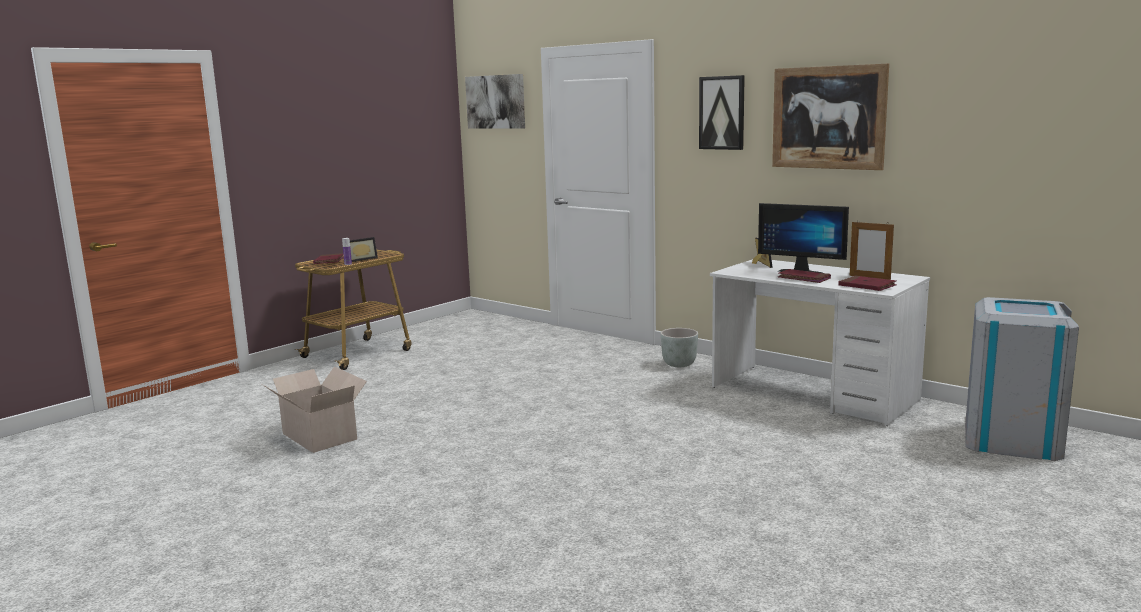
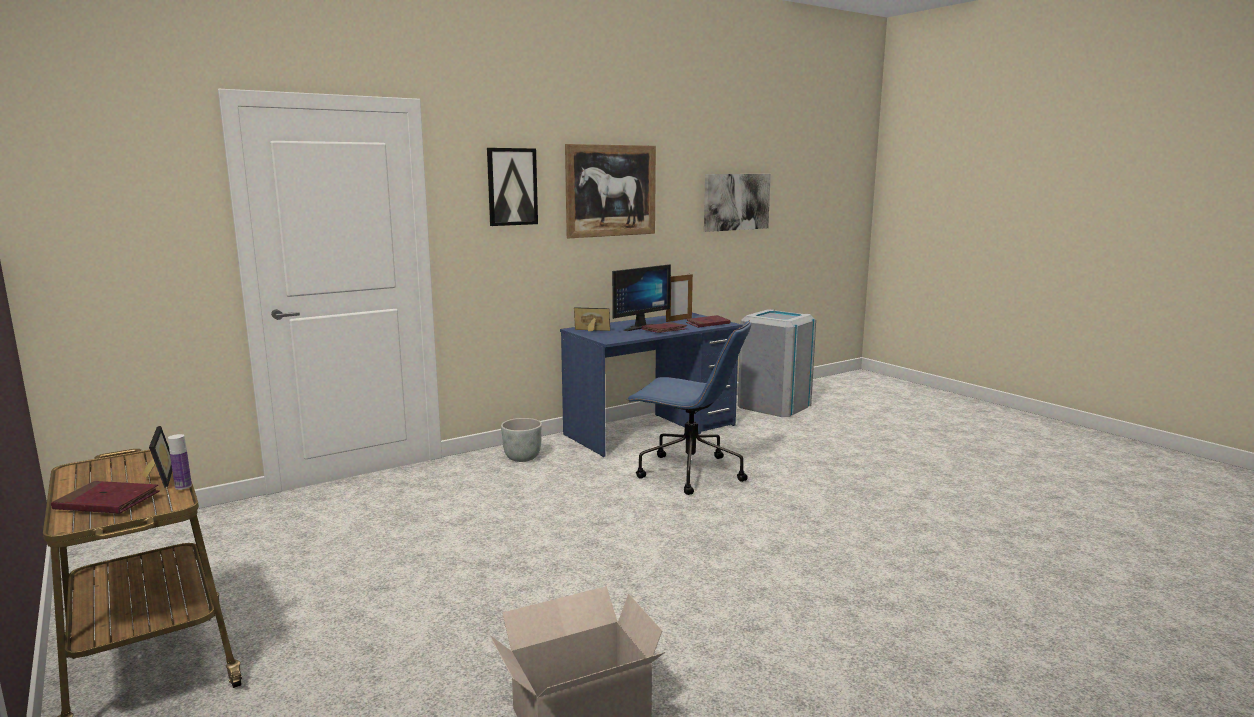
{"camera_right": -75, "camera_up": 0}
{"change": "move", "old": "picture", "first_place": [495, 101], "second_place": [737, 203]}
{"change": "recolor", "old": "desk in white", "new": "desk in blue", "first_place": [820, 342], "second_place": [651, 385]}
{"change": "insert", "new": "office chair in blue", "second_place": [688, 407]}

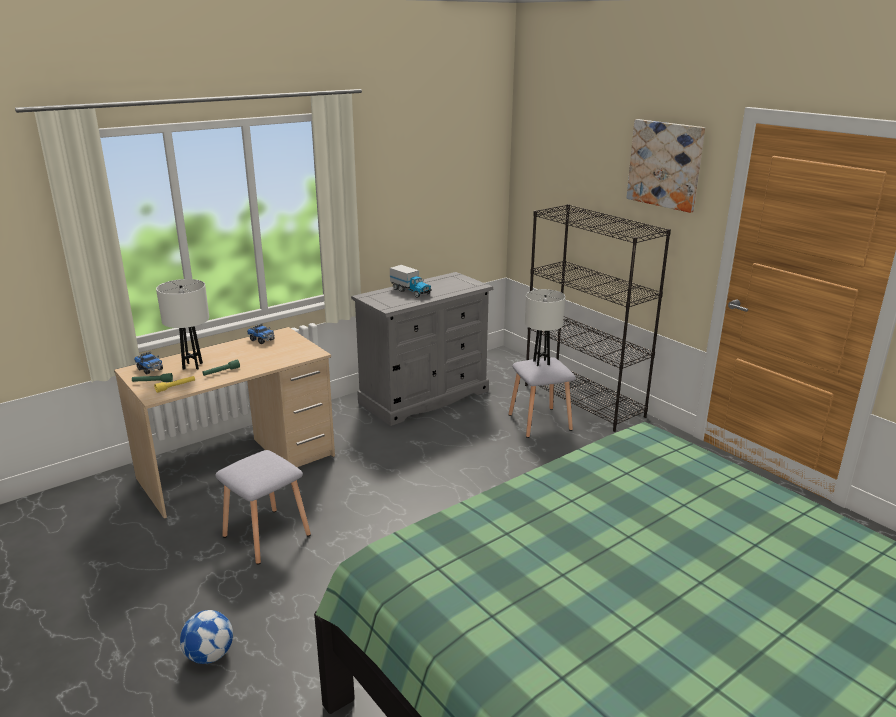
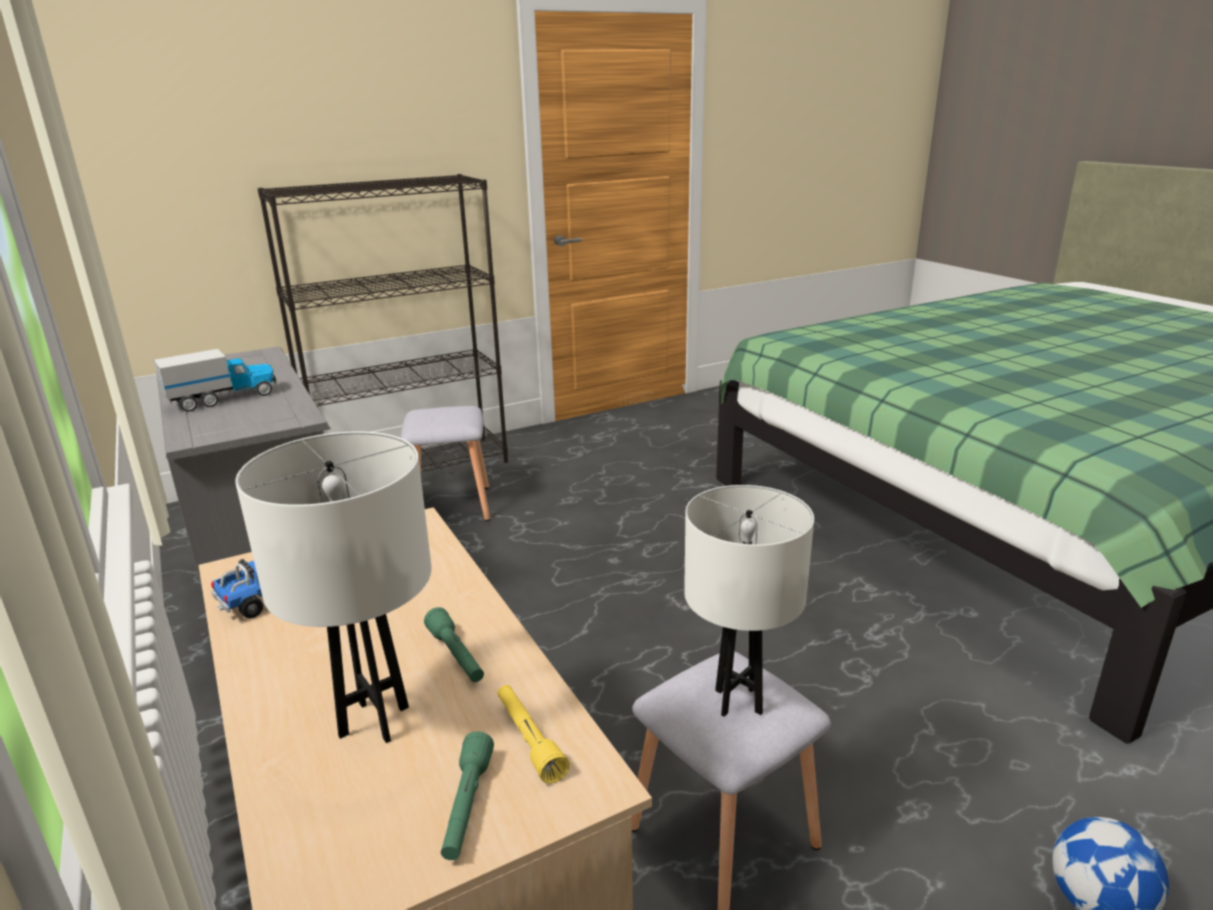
{"camera_right": -80, "camera_up": 0}
{"change": "delete", "old": "picture", "first_place": [666, 166]}
{"change": "move", "old": "table lamp in white", "first_place": [545, 327], "second_place": [749, 601]}
{"change": "delete", "old": "toy truck", "first_place": [148, 363]}

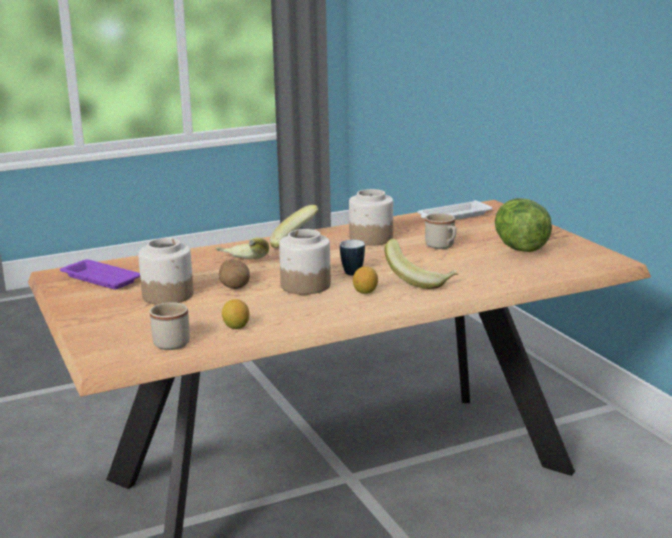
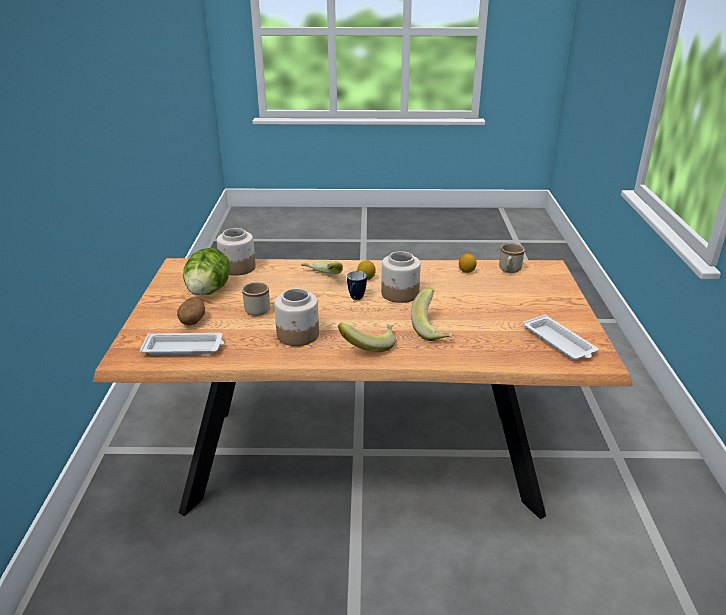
{"camera_right": -155, "camera_up": 10}
{"change": "move", "old": "jar", "first_place": [166, 271], "second_place": [236, 252]}
{"change": "recolor", "old": "tray in purple", "new": "tray in white", "first_place": [100, 274], "second_place": [561, 337]}
{"change": "move", "old": "potato", "first_place": [234, 274], "second_place": [191, 311]}

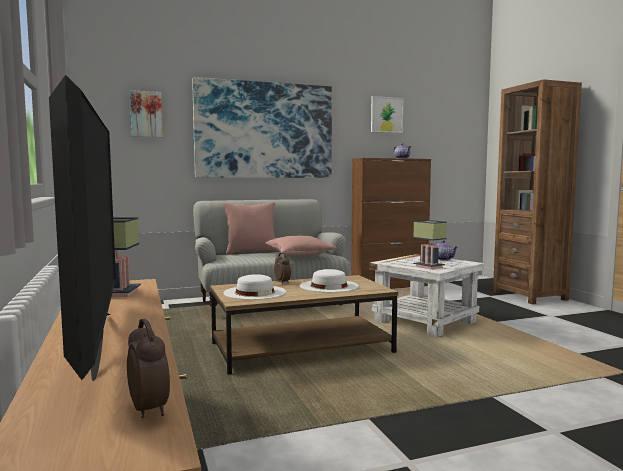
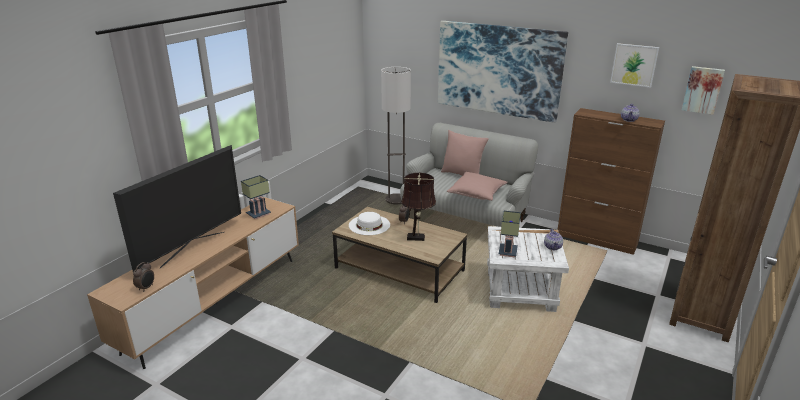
{"camera_right": 50, "camera_up": 20}
{"change": "move", "old": "picture", "first_place": [146, 113], "second_place": [703, 90]}
{"change": "replace", "old": "hat in white", "new": "table lamp in brown", "first_place": [329, 280], "second_place": [418, 207]}
{"change": "insert", "new": "floor lamp", "second_place": [396, 135]}

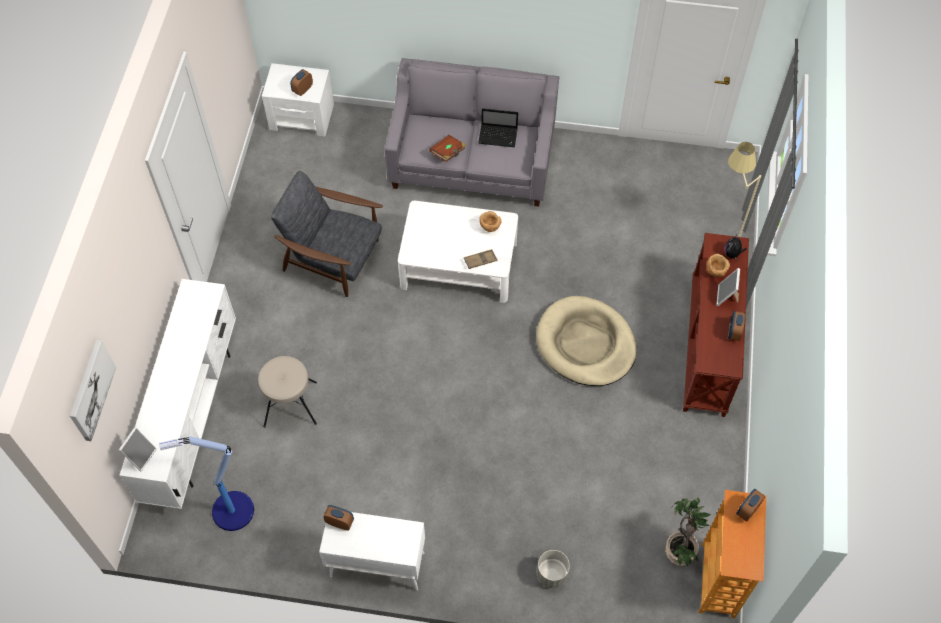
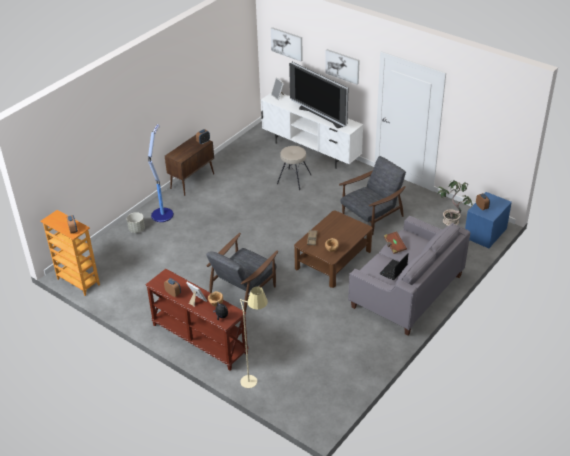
{"camera_right": 120, "camera_up": -20}
{"change": "recolor", "old": "nightstand in white", "new": "nightstand in blue", "first_place": [298, 100], "second_place": [488, 220]}
{"change": "recolor", "old": "coffee table in white", "new": "coffee table in brown", "first_place": [458, 252], "second_place": [333, 249]}
{"change": "replace", "old": "dog bed in beige", "new": "armchair in grey", "first_place": [586, 341], "second_place": [242, 272]}
{"change": "move", "old": "floor lamp", "first_place": [206, 483], "second_place": [161, 173]}
{"change": "move", "old": "potted plant", "first_place": [688, 532], "second_place": [454, 203]}
{"change": "recolor", "old": "cabinet in white", "new": "cabinet in brown", "first_place": [372, 551], "second_place": [189, 165]}
{"change": "insert", "new": "picture", "second_place": [342, 67]}
{"change": "insert", "new": "television", "second_place": [318, 95]}

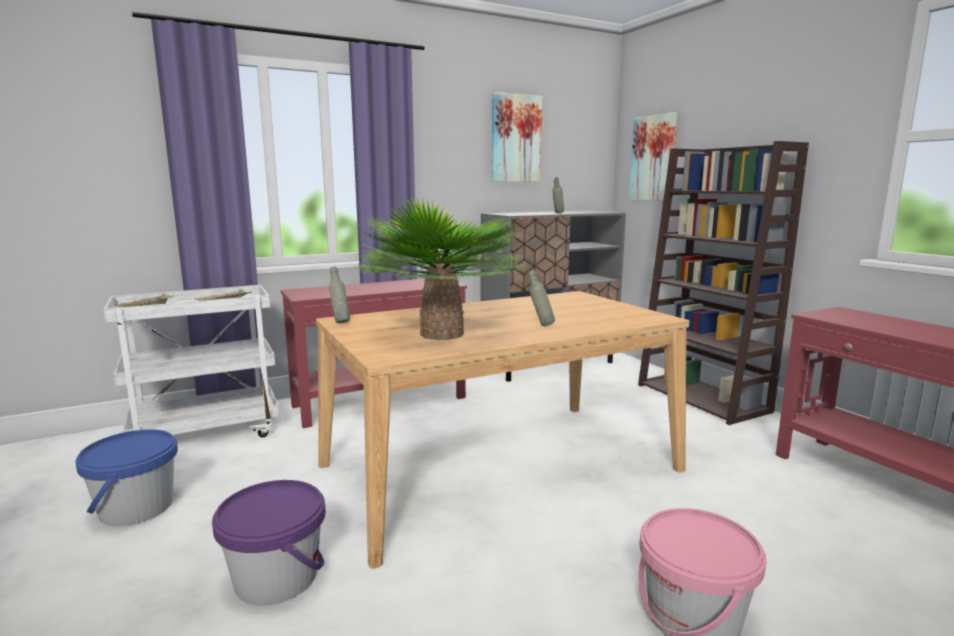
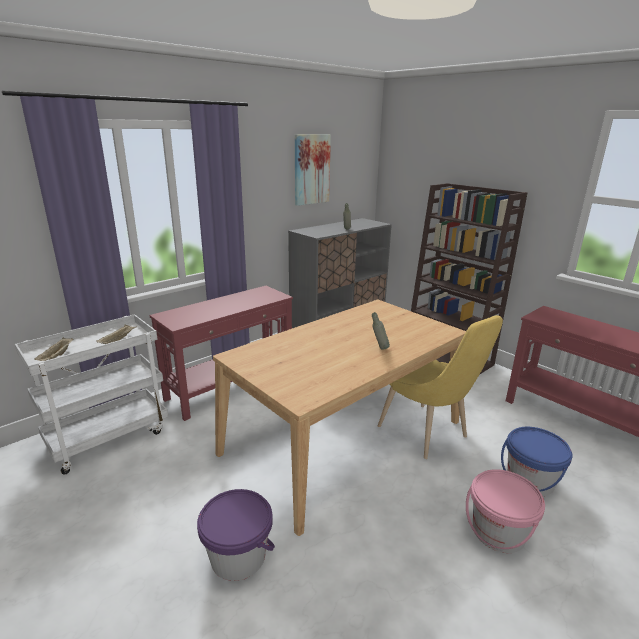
{"camera_right": -15, "camera_up": 10}
{"change": "delete", "old": "picture", "first_place": [653, 156]}
{"change": "delete", "old": "potted plant", "first_place": [440, 268]}
{"change": "delete", "old": "bottle in grey", "first_place": [339, 295]}
{"change": "move", "old": "bucket in blue", "first_place": [126, 477], "second_place": [536, 461]}
{"change": "insert", "new": "chair in yellow", "second_place": [440, 387]}

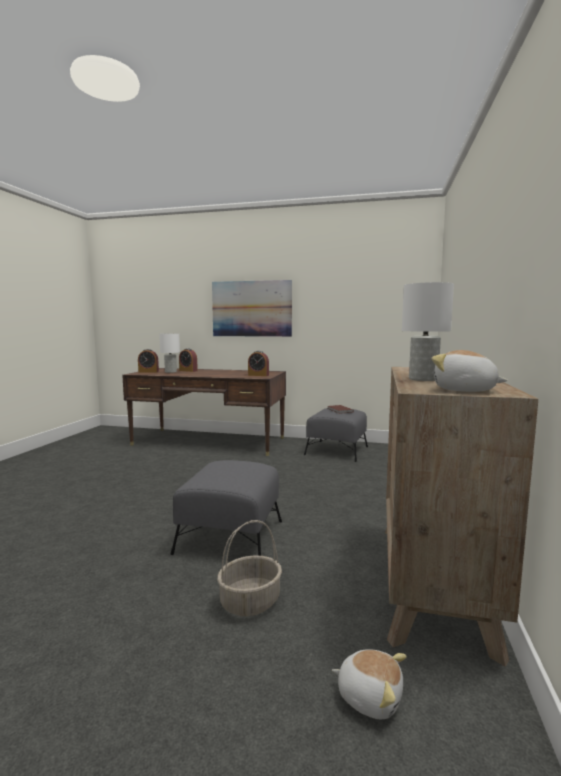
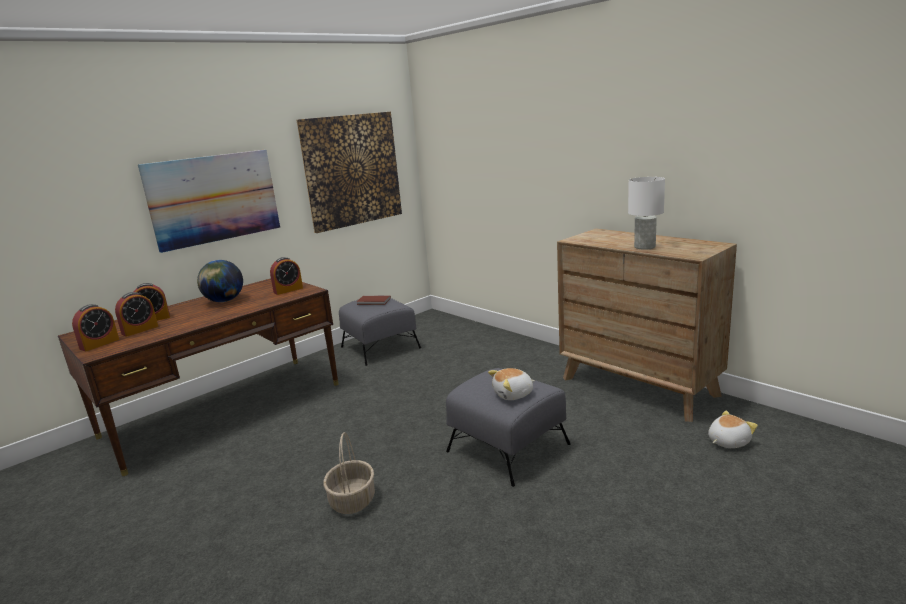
{"camera_right": -55, "camera_up": 10}
{"change": "replace", "old": "table lamp in white", "new": "alarm clock", "first_place": [169, 353], "second_place": [136, 314]}
{"change": "move", "old": "plush toy", "first_place": [470, 371], "second_place": [511, 384]}
{"change": "move", "old": "basket", "first_place": [249, 568], "second_place": [349, 473]}
{"change": "insert", "new": "picture", "second_place": [349, 172]}
{"change": "insert", "new": "globe", "second_place": [220, 281]}

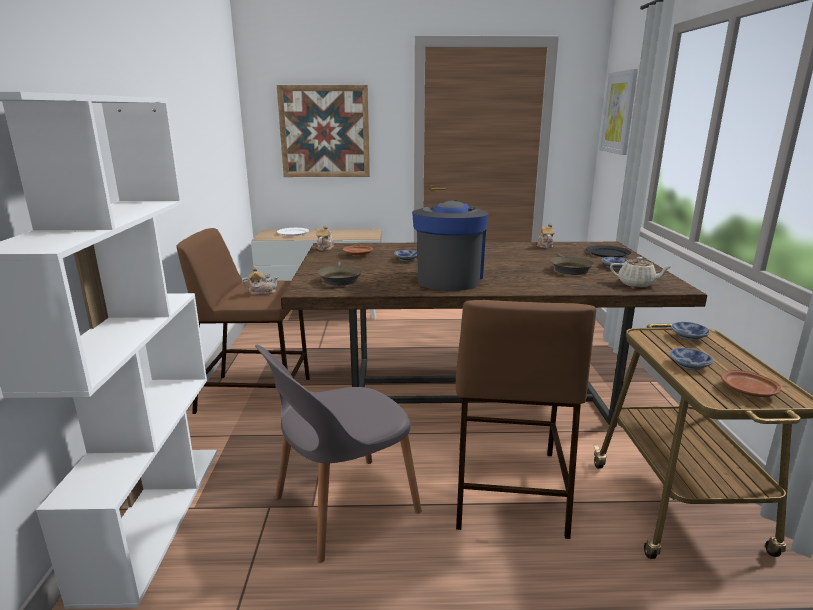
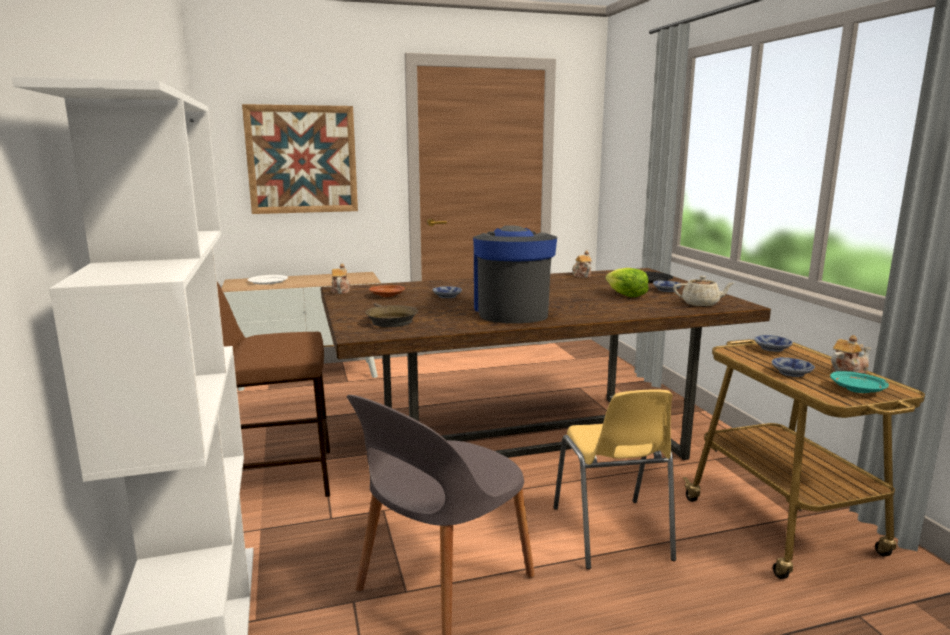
{"camera_right": -15, "camera_up": -5}
{"change": "delete", "old": "picture", "first_place": [619, 112]}
{"change": "replace", "old": "frying pan in brown", "new": "lettuce", "first_place": [572, 264], "second_place": [627, 282]}
{"change": "move", "old": "teapot", "first_place": [260, 281], "second_place": [851, 354]}
{"change": "replace", "old": "stool in brown", "new": "chair in yellow", "first_place": [526, 419], "second_place": [614, 479]}
{"change": "recolor", "old": "plate in brown", "new": "plate in turquoise", "first_place": [751, 383], "second_place": [859, 382]}

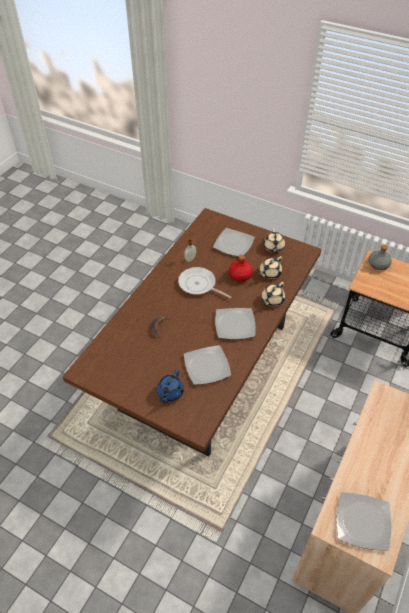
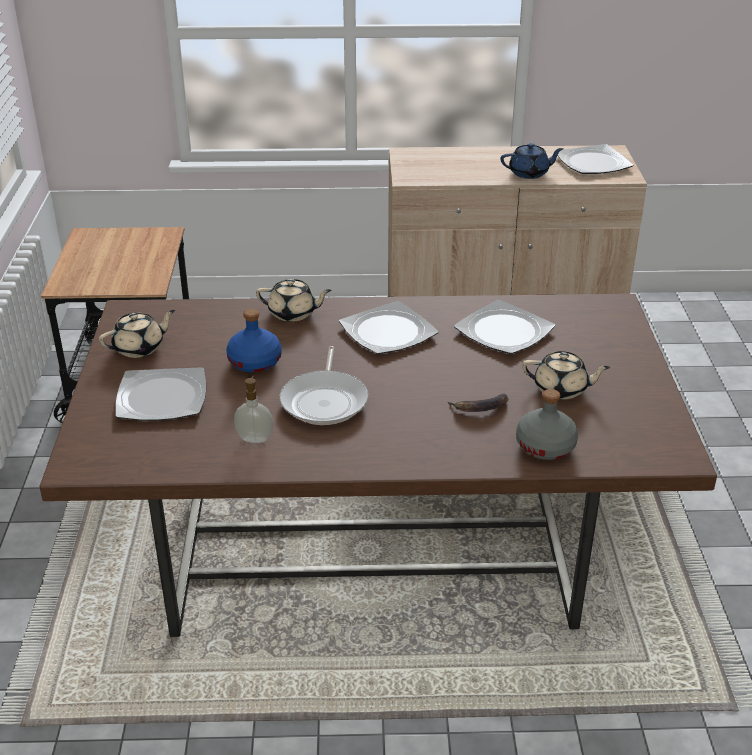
{"camera_right": -120, "camera_up": -15}
{"change": "move", "old": "bottle in grey", "first_place": [380, 257], "second_place": [547, 424]}
{"change": "recolor", "old": "bottle in red", "new": "bottle in blue", "first_place": [241, 268], "second_place": [254, 340]}
{"change": "move", "old": "teapot in beige", "first_place": [270, 267], "second_place": [566, 375]}
{"change": "move", "old": "teapot in blue", "first_place": [170, 385], "second_place": [532, 161]}

